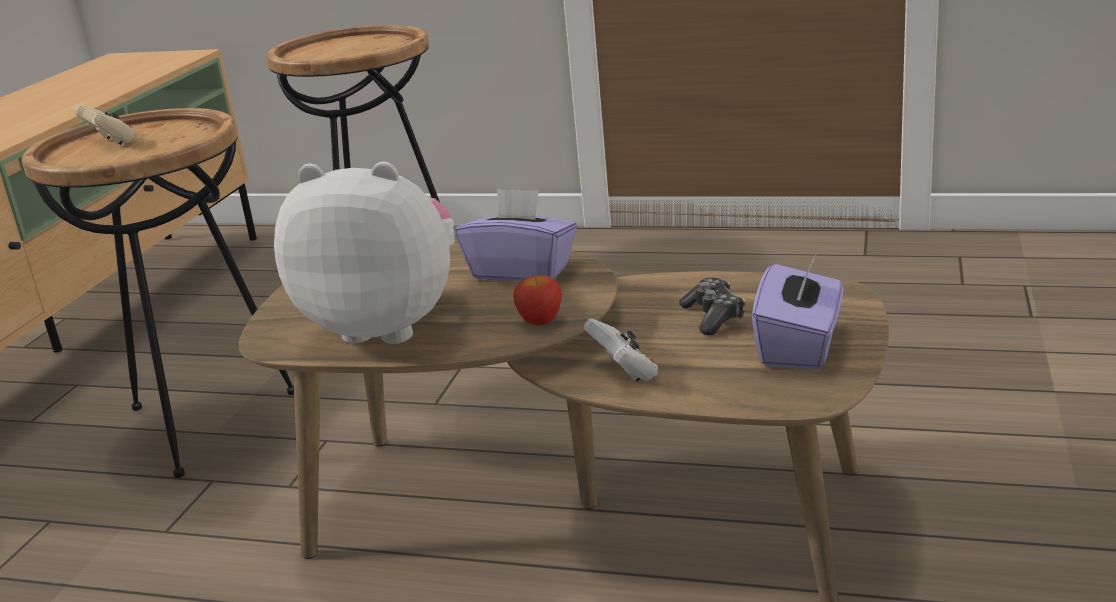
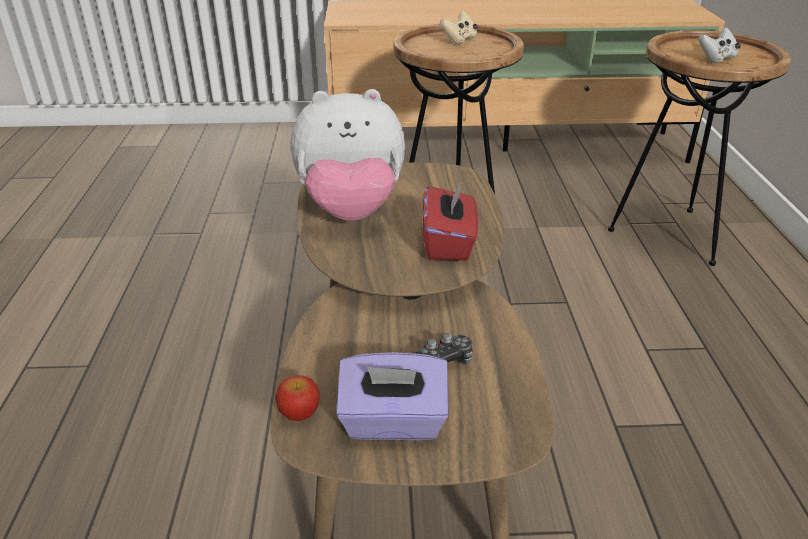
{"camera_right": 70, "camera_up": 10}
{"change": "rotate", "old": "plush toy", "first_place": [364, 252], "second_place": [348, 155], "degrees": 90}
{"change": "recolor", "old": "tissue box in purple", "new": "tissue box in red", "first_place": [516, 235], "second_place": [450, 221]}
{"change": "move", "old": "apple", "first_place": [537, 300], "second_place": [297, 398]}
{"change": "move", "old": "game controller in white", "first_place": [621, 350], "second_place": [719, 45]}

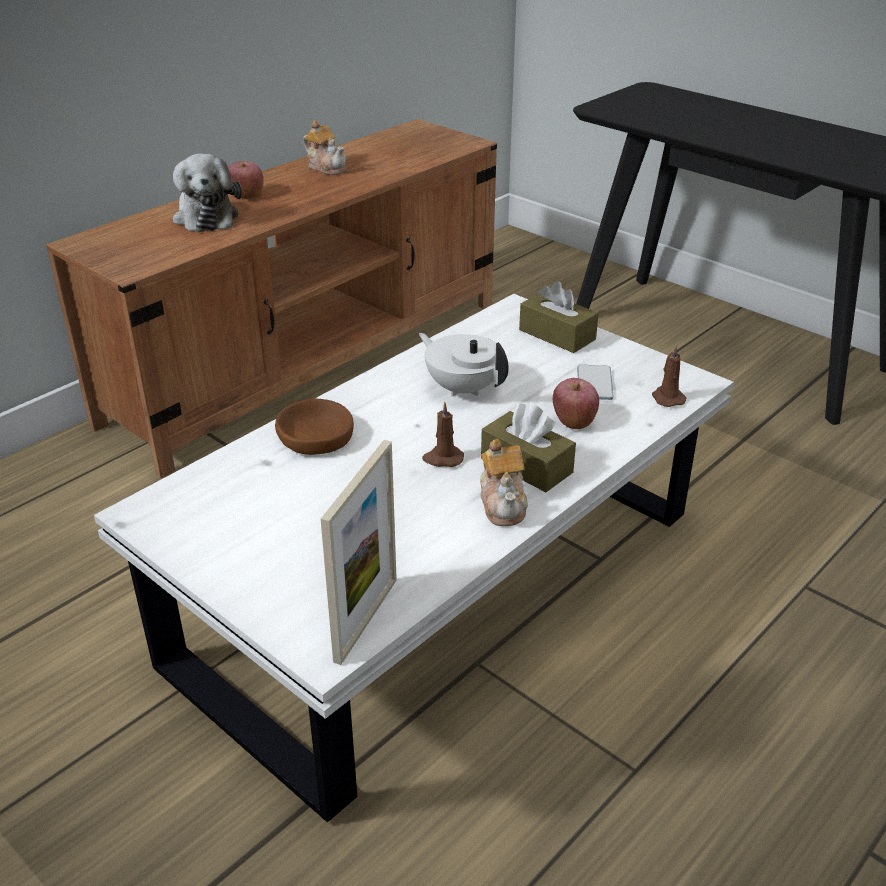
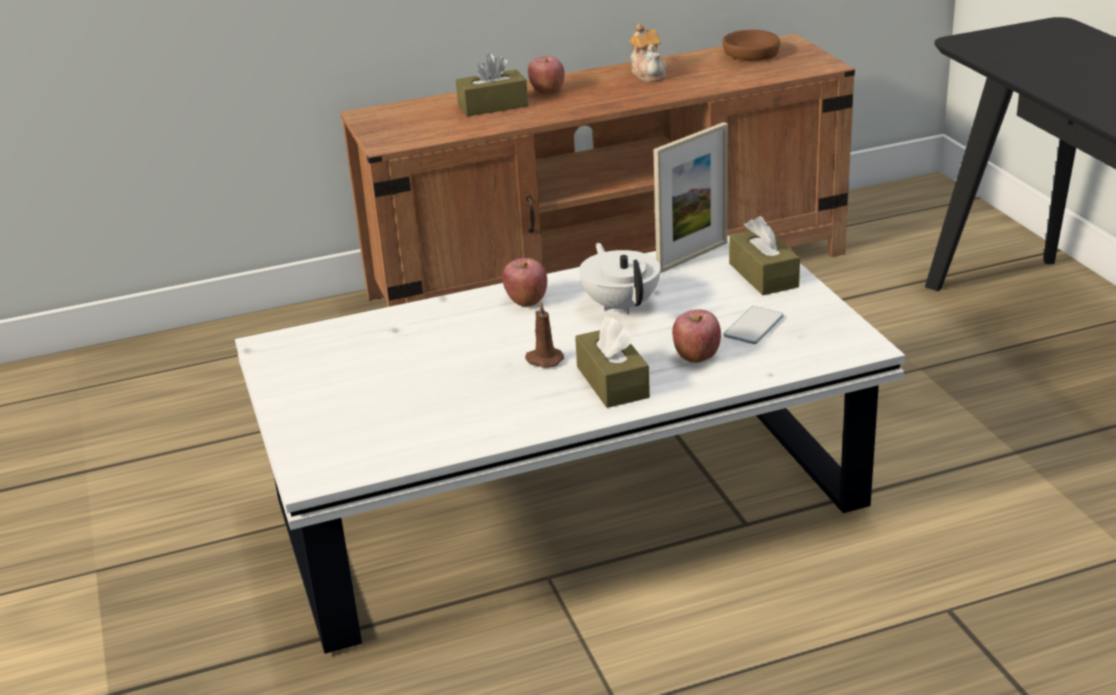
{"camera_right": 30, "camera_up": -5}
{"change": "replace", "old": "plush toy", "new": "tissue box in brown", "first_place": [207, 192], "second_place": [492, 85]}
{"change": "delete", "old": "candle in brown", "first_place": [669, 376]}
{"change": "move", "old": "bowl in brown", "first_place": [314, 427], "second_place": [751, 45]}
{"change": "delete", "old": "teapot", "first_place": [504, 482]}
{"change": "move", "old": "picture frame", "first_place": [359, 552], "second_place": [690, 197]}
{"change": "insert", "new": "apple", "second_place": [524, 282]}

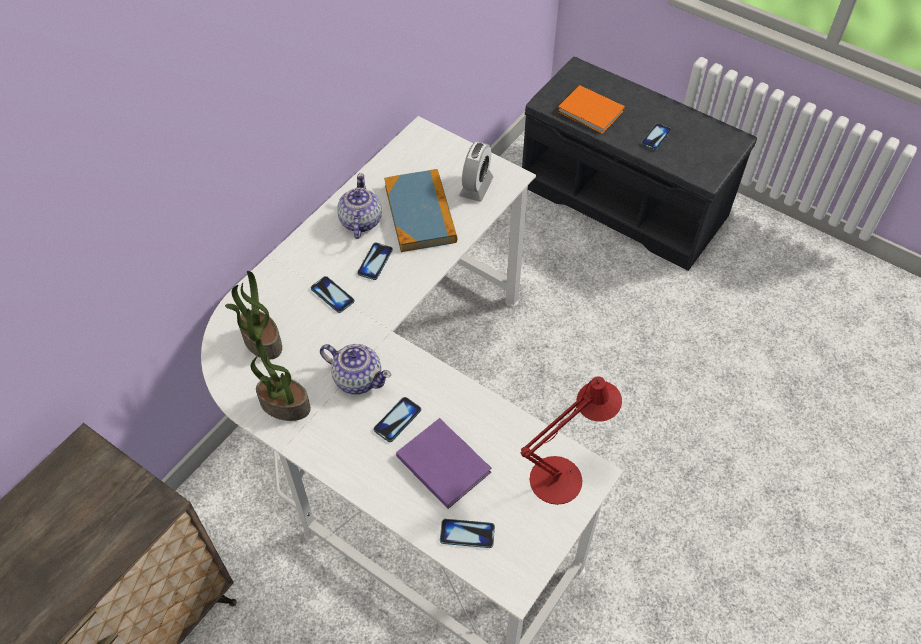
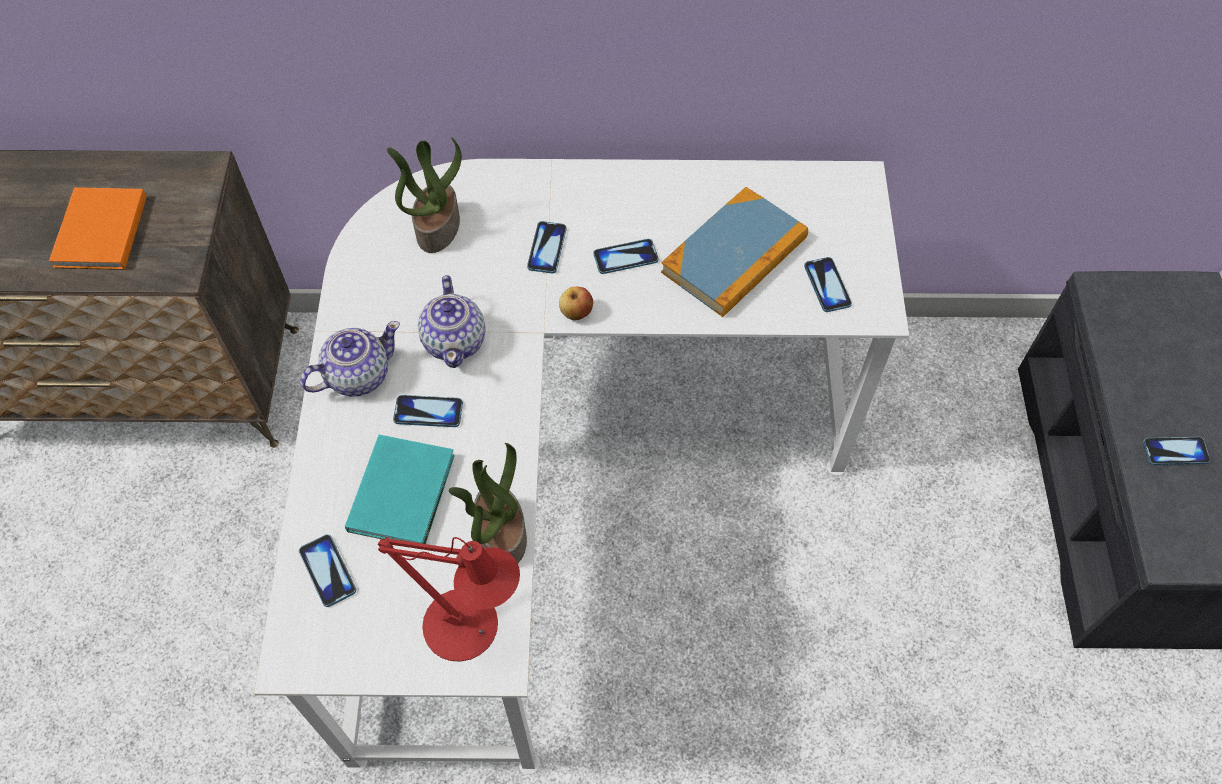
{"camera_right": 55, "camera_up": 5}
{"change": "move", "old": "book in orange", "first_place": [591, 109], "second_place": [98, 228]}
{"change": "replace", "old": "alarm clock", "new": "phone", "first_place": [476, 171], "second_place": [828, 284]}
{"change": "move", "old": "teapot", "first_place": [359, 206], "second_place": [350, 358]}
{"change": "move", "old": "potted plant", "first_place": [281, 380], "second_place": [488, 503]}
{"change": "recolor", "old": "book in purple", "new": "book in turquoise", "first_place": [444, 463], "second_place": [400, 489]}
{"change": "insert", "new": "apple", "second_place": [576, 303]}

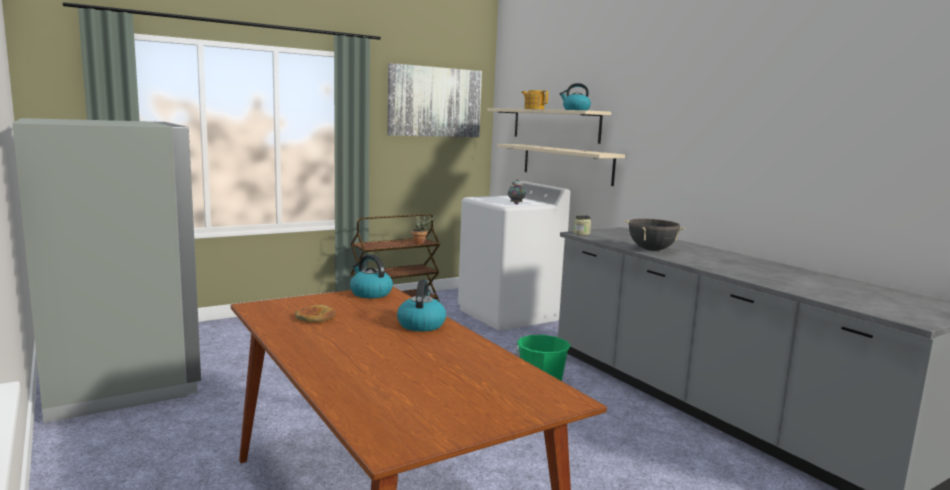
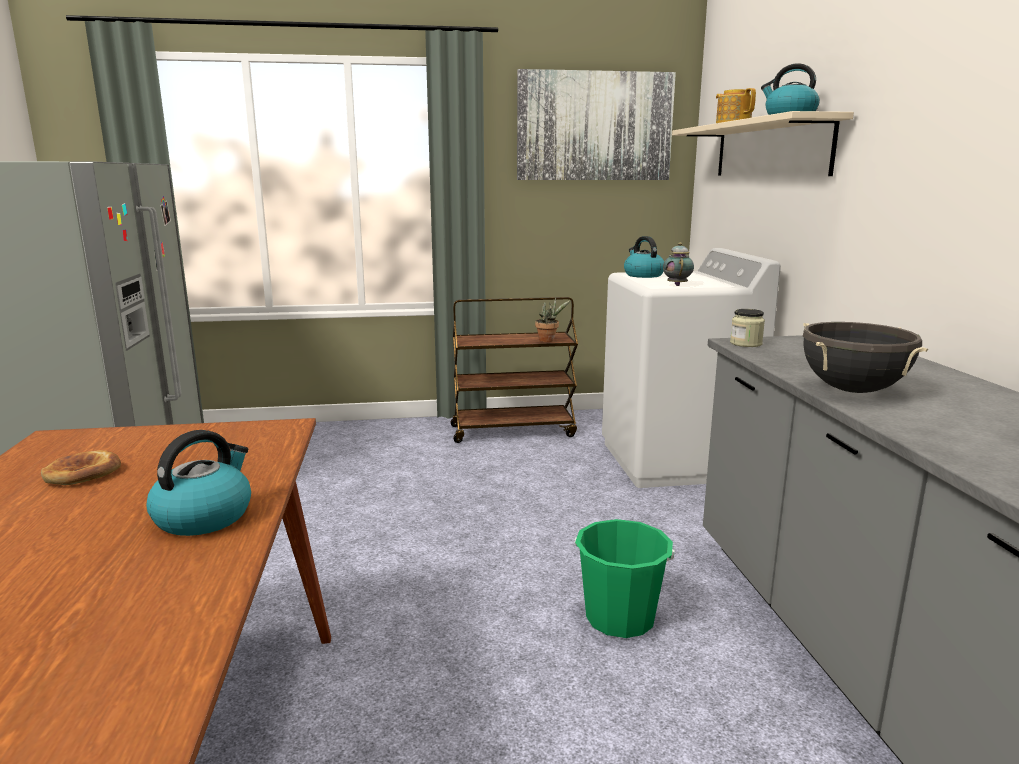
{"camera_right": 25, "camera_up": 5}
{"change": "delete", "old": "shelf in beige", "first_place": [561, 165]}
{"change": "move", "old": "kettle", "first_place": [371, 276], "second_place": [644, 257]}

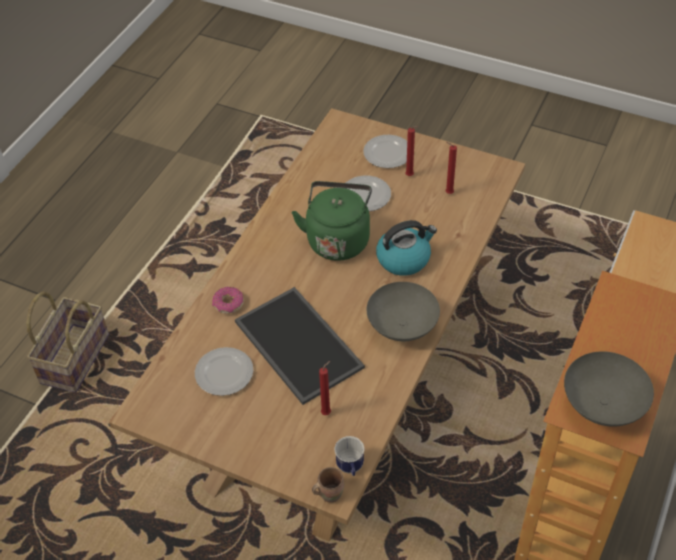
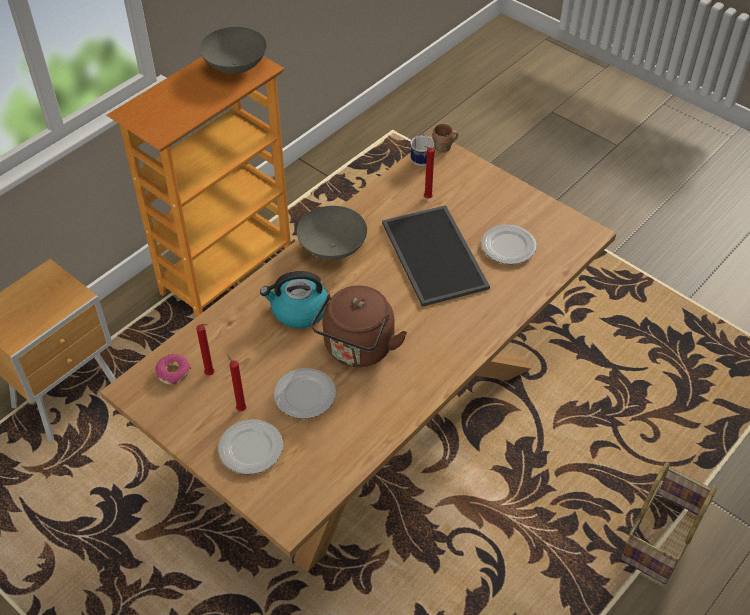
{"camera_right": -165, "camera_up": 0}
{"change": "recolor", "old": "kettle in green", "new": "kettle in brown", "first_place": [332, 221], "second_place": [359, 326]}
{"change": "move", "old": "donut", "first_place": [228, 300], "second_place": [173, 369]}

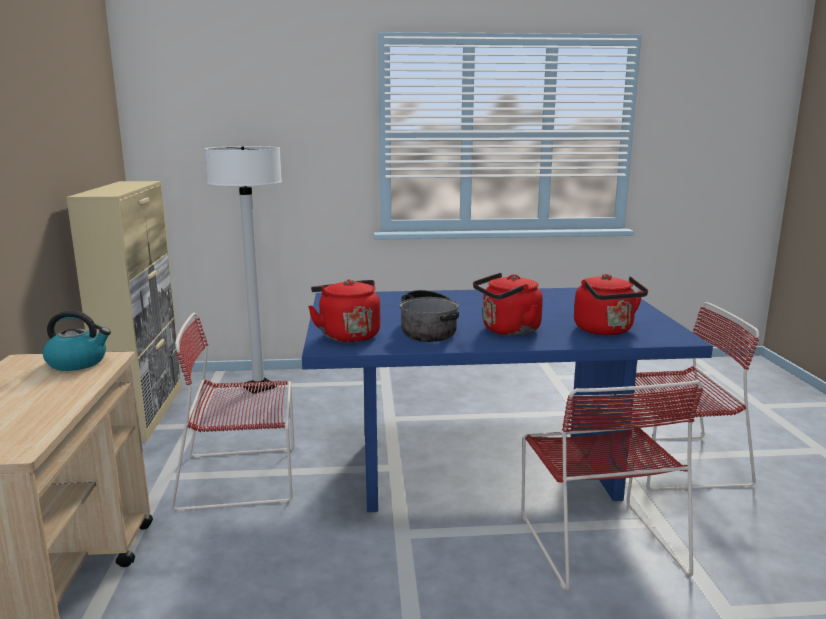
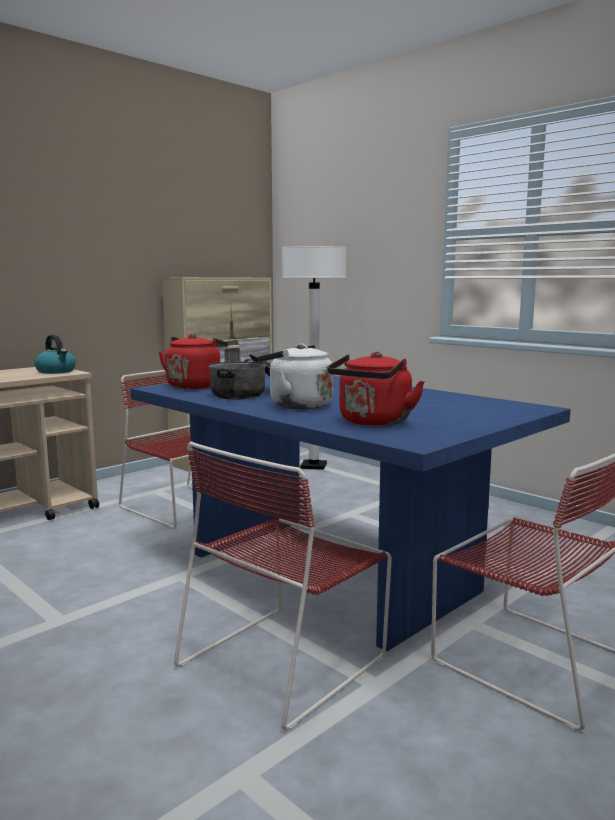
{"camera_right": 50, "camera_up": -5}
{"change": "recolor", "old": "kettle in red", "new": "kettle in white", "first_place": [508, 304], "second_place": [295, 376]}

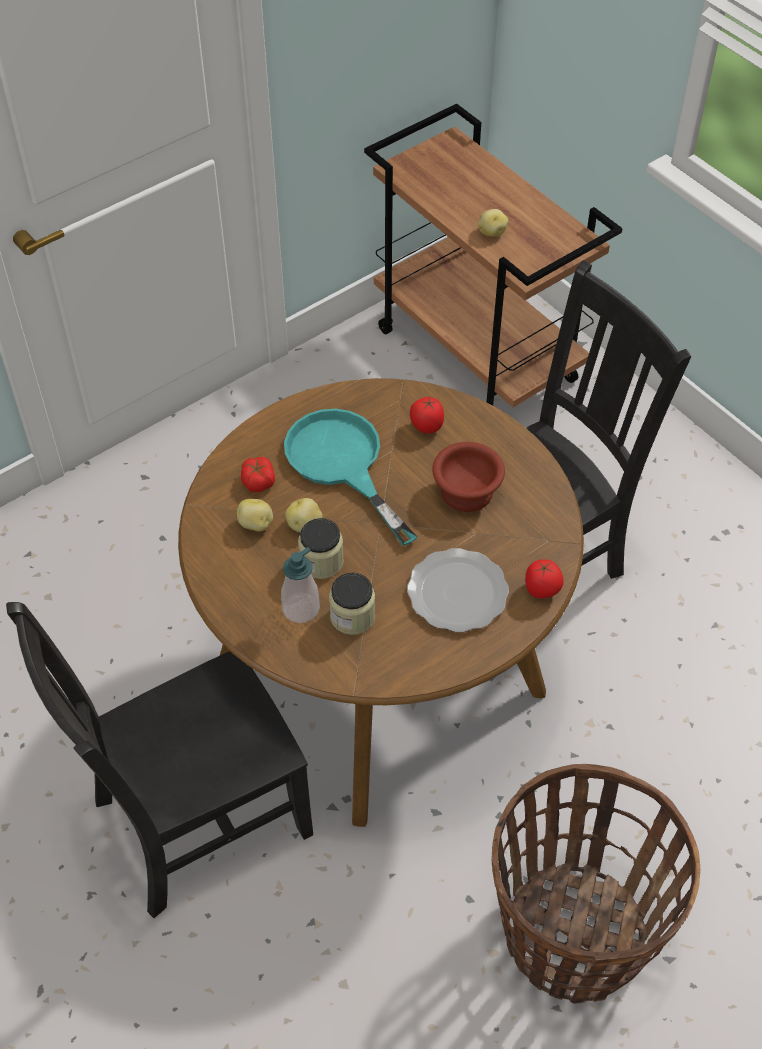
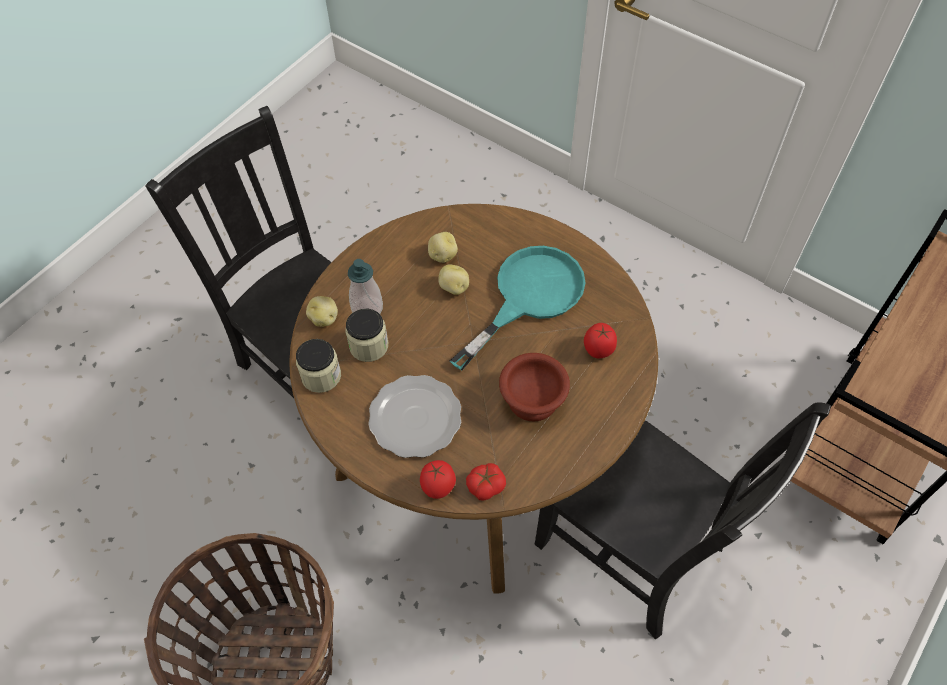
{"camera_right": 75, "camera_up": 5}
{"change": "move", "old": "potato", "first_place": [493, 222], "second_place": [322, 311]}
{"change": "move", "old": "tomato", "first_place": [258, 474], "second_place": [486, 482]}
{"change": "move", "old": "jar", "first_place": [321, 548], "second_place": [318, 366]}

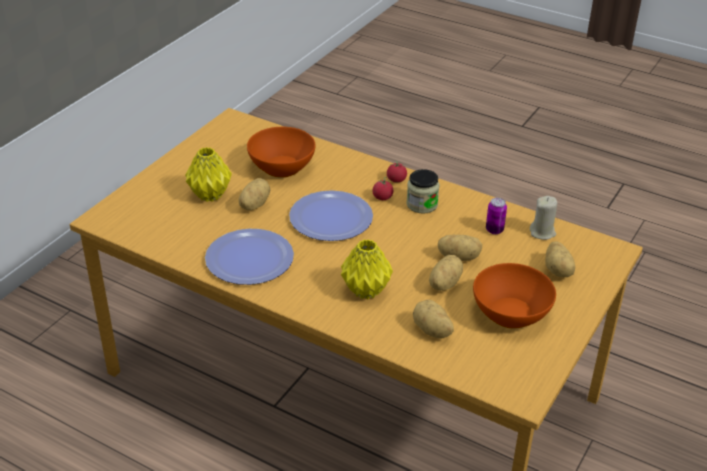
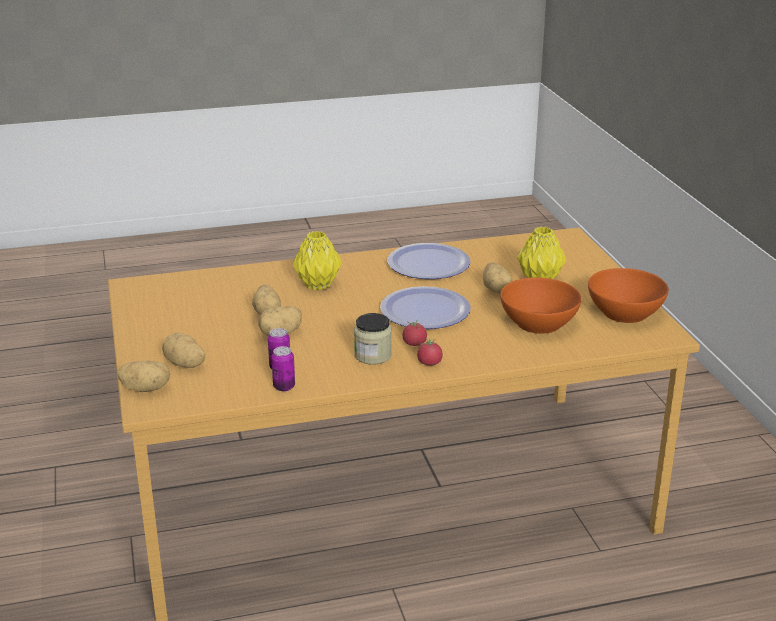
{"camera_right": 135, "camera_up": -10}
{"change": "delete", "old": "candle in beige", "first_place": [543, 218]}
{"change": "move", "old": "bowl in orange", "first_place": [514, 296], "second_place": [628, 295]}
{"change": "move", "old": "potato", "first_place": [433, 319], "second_place": [144, 376]}
{"change": "insert", "new": "can", "second_place": [283, 368]}

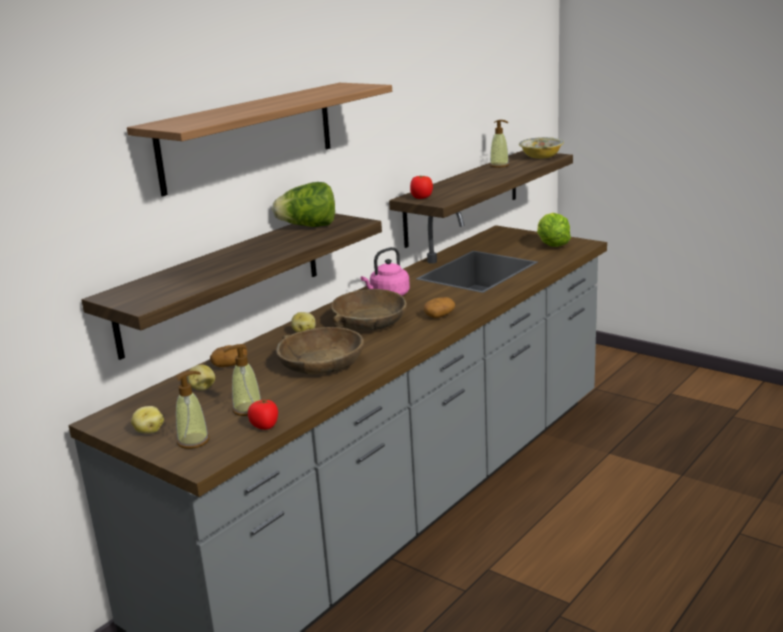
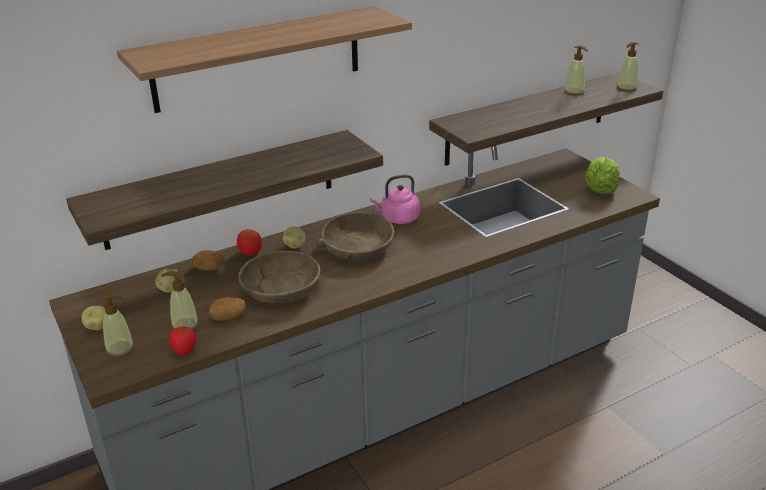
{"camera_right": 20, "camera_up": 10}
{"change": "replace", "old": "bowl", "new": "soap dispenser", "first_place": [541, 148], "second_place": [627, 67]}
{"change": "move", "old": "tomato", "first_place": [421, 187], "second_place": [249, 242]}
{"change": "delete", "old": "lettuce", "first_place": [303, 204]}
{"change": "move", "old": "potato", "first_place": [439, 307], "second_place": [227, 309]}

